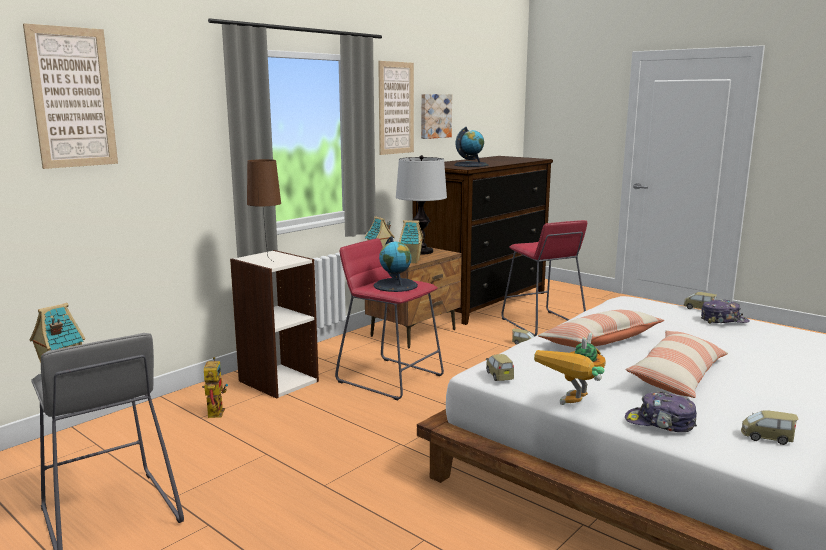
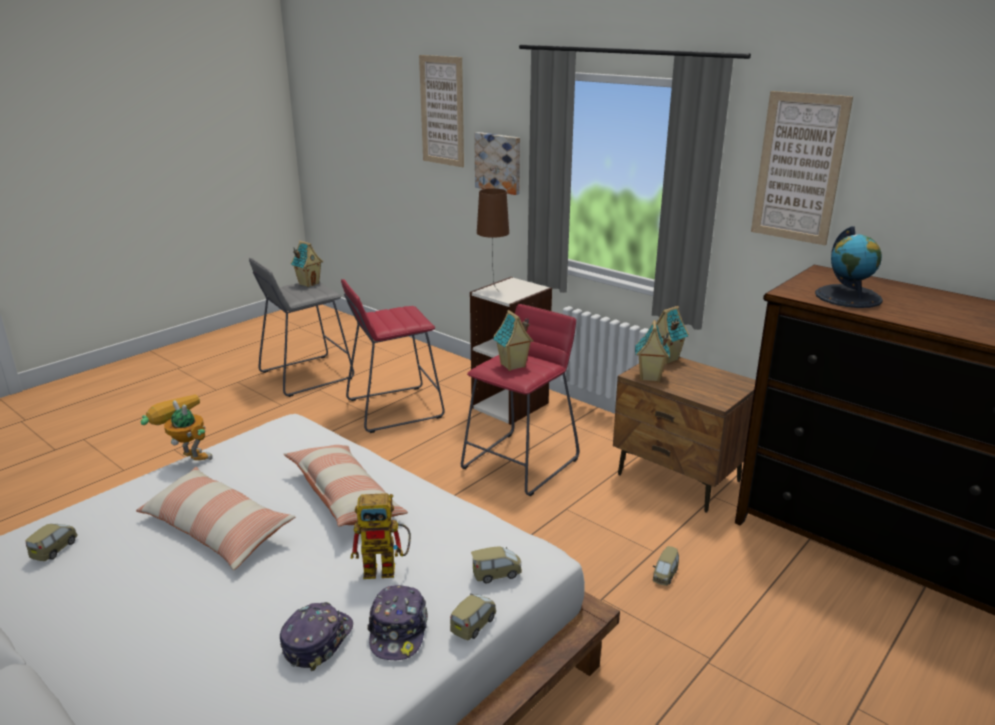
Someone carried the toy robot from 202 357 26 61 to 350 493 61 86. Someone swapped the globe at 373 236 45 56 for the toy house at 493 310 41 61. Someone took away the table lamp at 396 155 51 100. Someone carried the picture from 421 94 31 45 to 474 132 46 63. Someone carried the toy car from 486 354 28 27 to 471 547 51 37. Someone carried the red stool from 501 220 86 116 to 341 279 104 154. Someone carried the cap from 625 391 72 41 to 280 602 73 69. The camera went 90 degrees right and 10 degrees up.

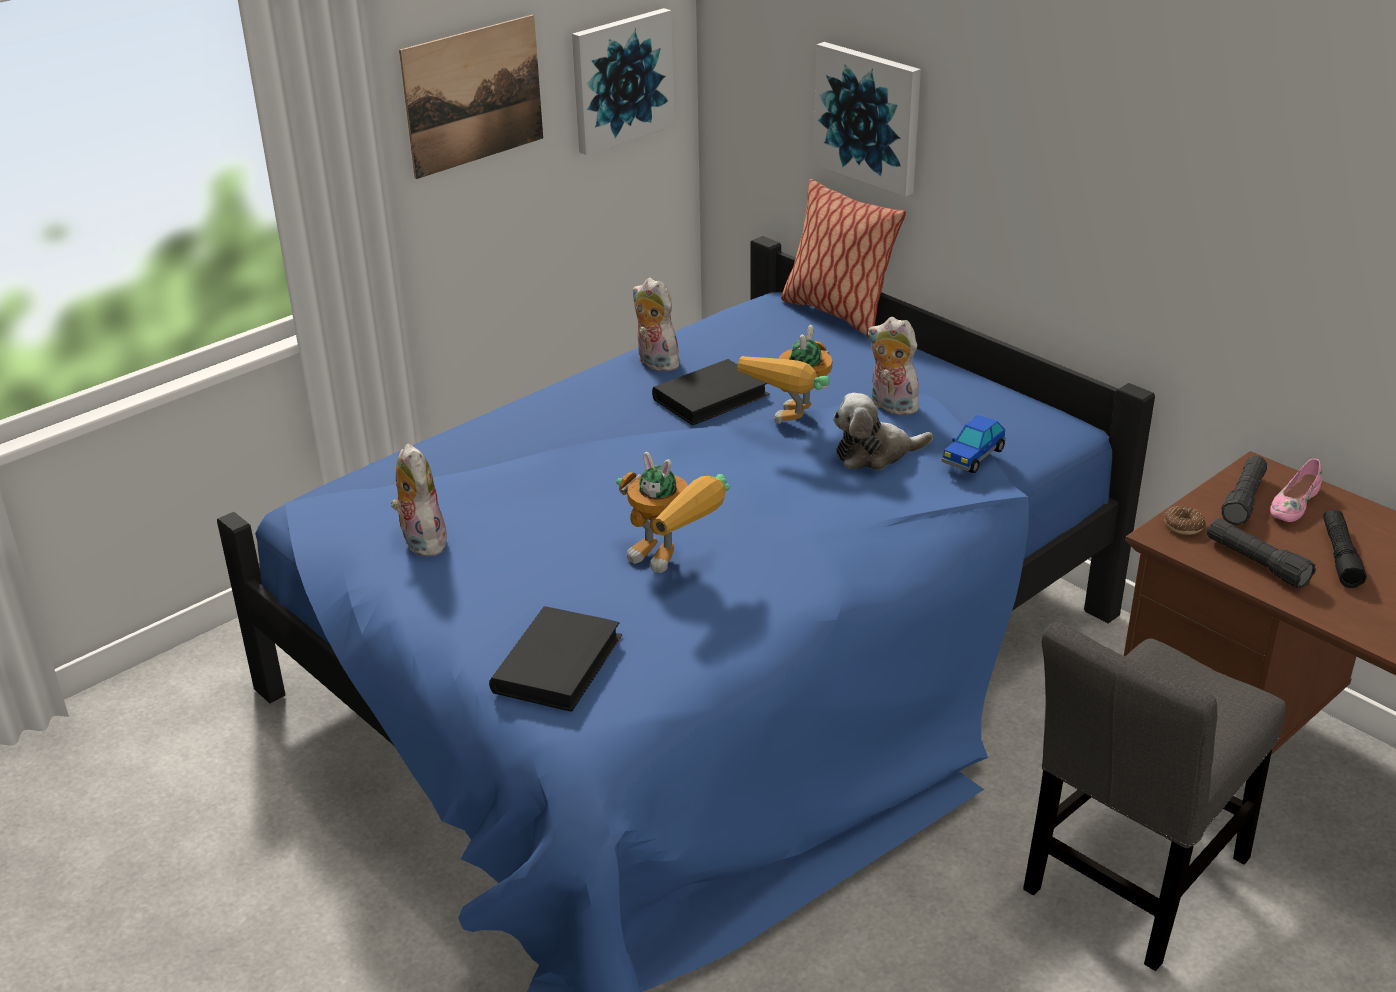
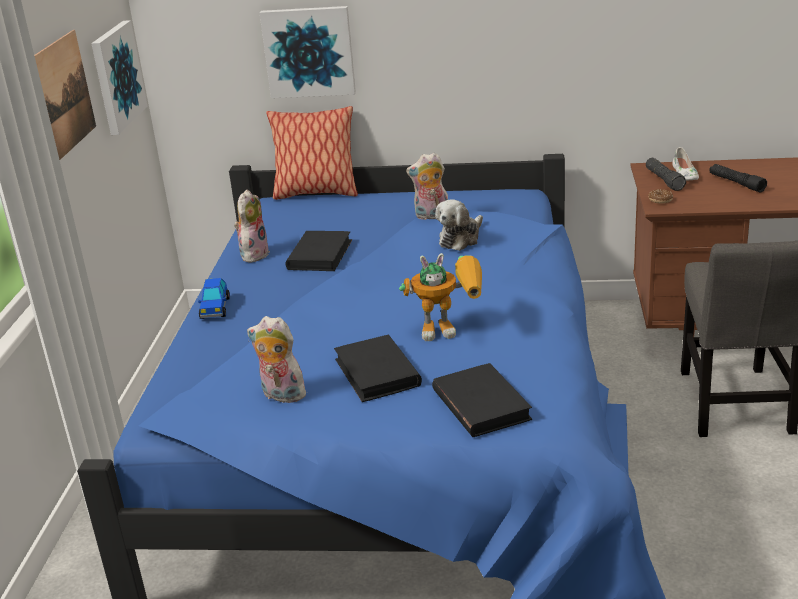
Someone rotated the plush toy at 633 278 46 94 by 105 degrees clockwise. Someone took away the toy robot at 737 325 95 99. Someone carried the toy car from 942 414 64 59 to 198 278 32 41. Someone took away the black flashlight at 1207 519 109 69. Someone repainted the pink shoe at 1270 459 52 63, which became the white shoe at 672 147 27 33. Someone put down the black book at 334 335 88 67. The camera went 40 degrees left and 5 degrees down.

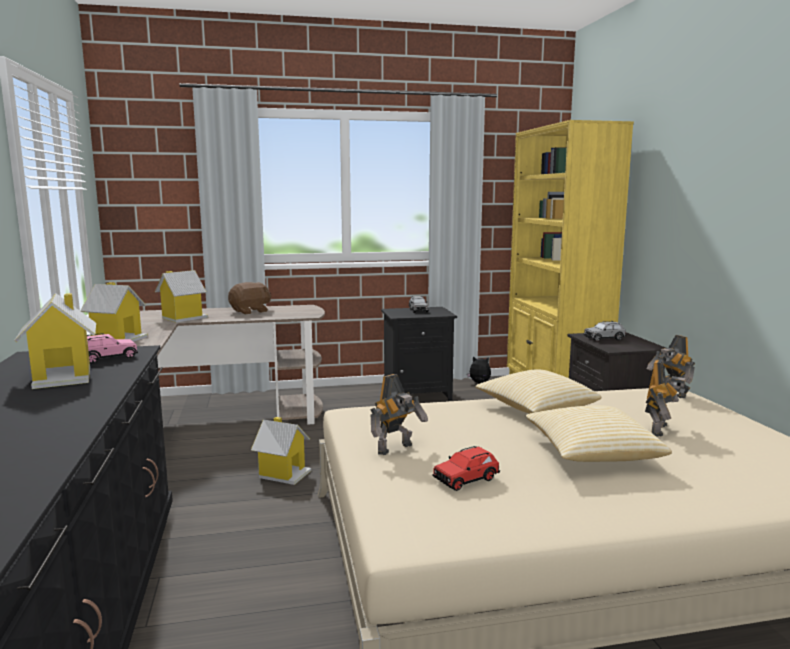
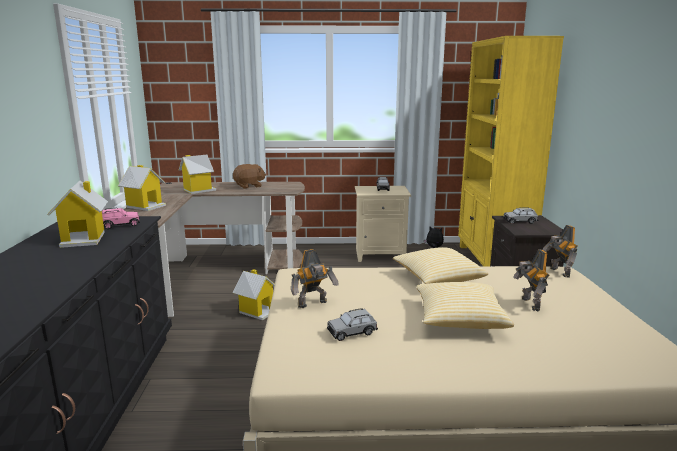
Someone repainted the black nightstand at 381 307 76 94, which became the beige nightstand at 355 186 56 76. Someone repainted the red toy car at 433 446 67 45, which became the grey toy car at 327 308 51 33. Someone rotated the toy robot at 645 360 45 76 by 135 degrees clockwise. The camera went 10 degrees right and 5 degrees up.

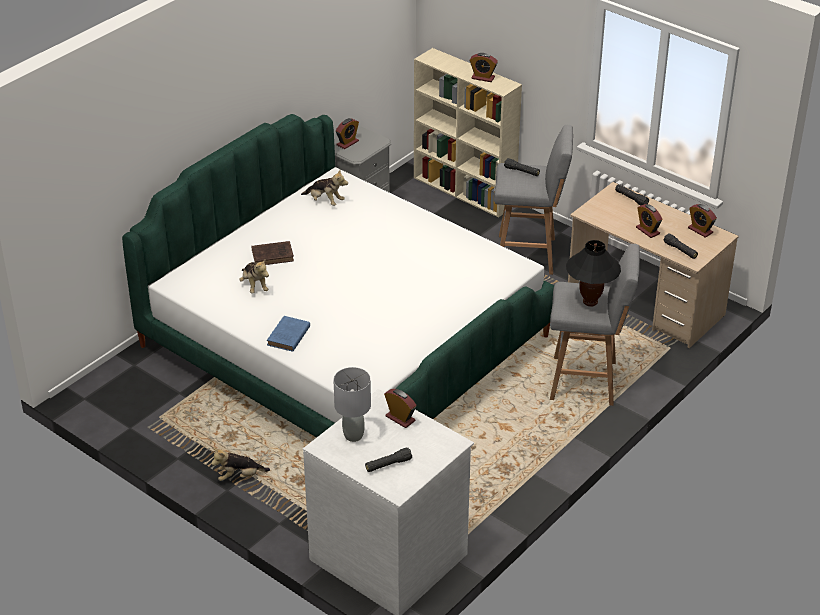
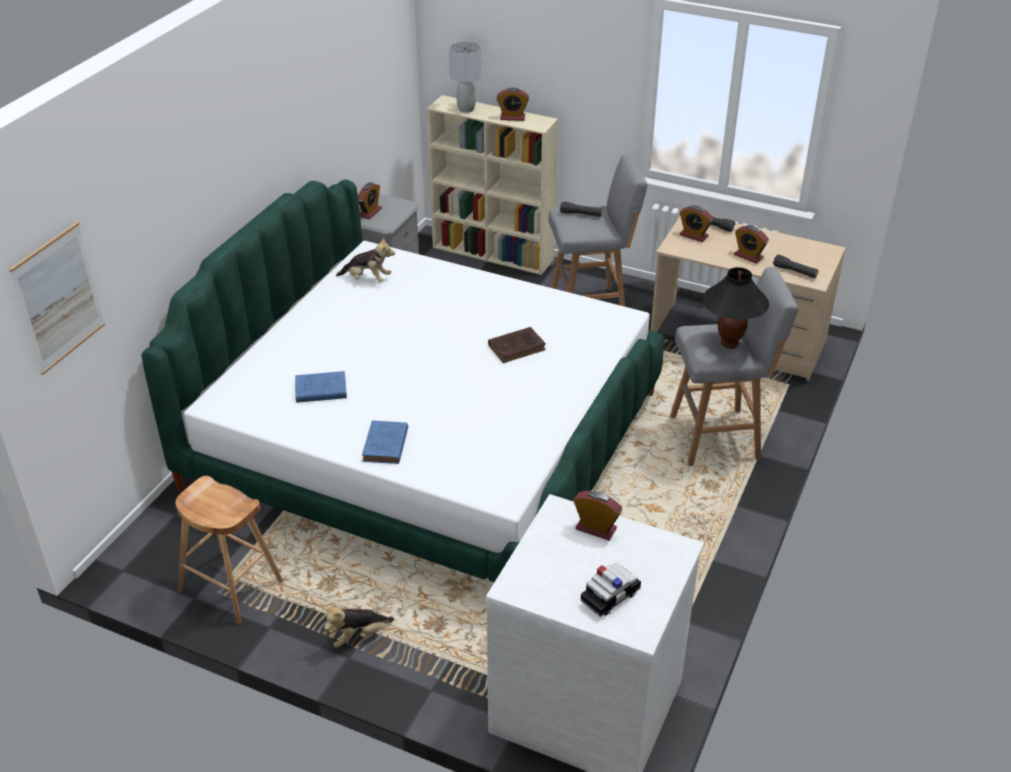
Someone swapped the plush toy at 239 258 30 36 for the blue book at 295 371 52 32. Someone carried the brown book from 252 241 42 24 to 488 327 58 36. Someone carried the grey table lamp from 333 367 38 75 to 449 41 32 72. Someone swapped the black flashlight at 365 448 47 24 for the toy car at 581 562 60 55. Someone carried the alarm clock from 688 204 29 34 to 680 205 33 37. Someone put up the picture at 9 222 96 153. Someone put down the brown stool at 175 476 108 148. The camera went 15 degrees left and 0 degrees up.

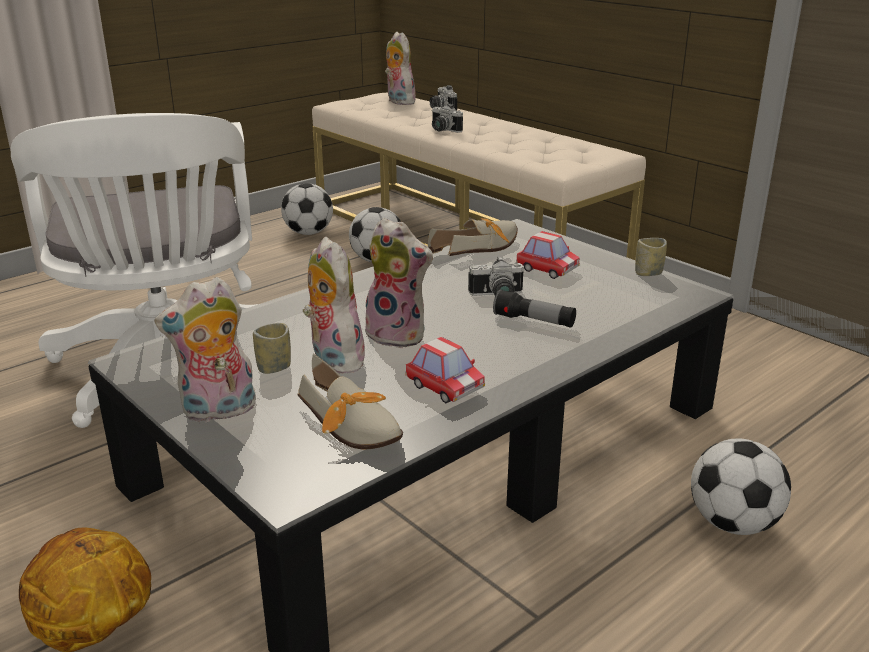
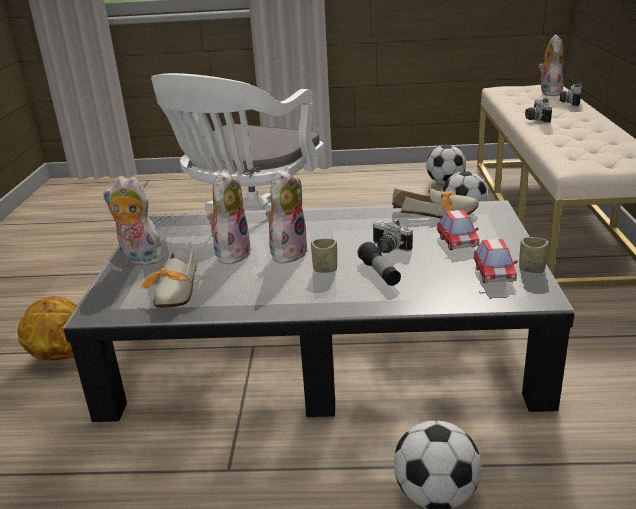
Someone carried the cup from 253 323 38 51 to 311 239 26 34. Someone rotated the plush toy at 365 218 68 130 by 135 degrees counterclockwise. Someone carried the toy car from 405 337 80 66 to 474 239 44 44. The camera went 45 degrees right and 0 degrees up.

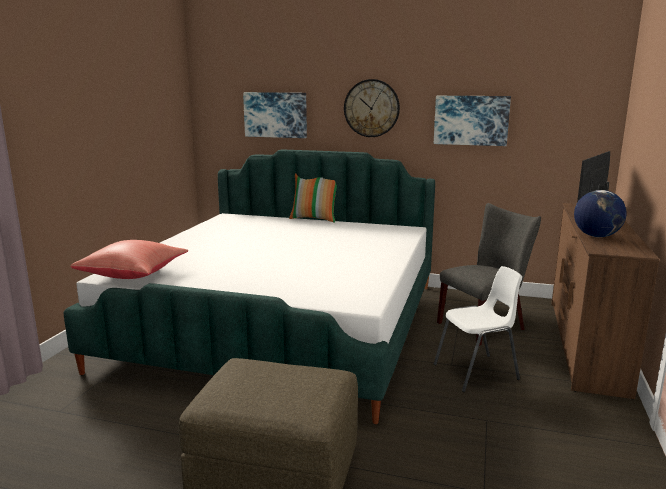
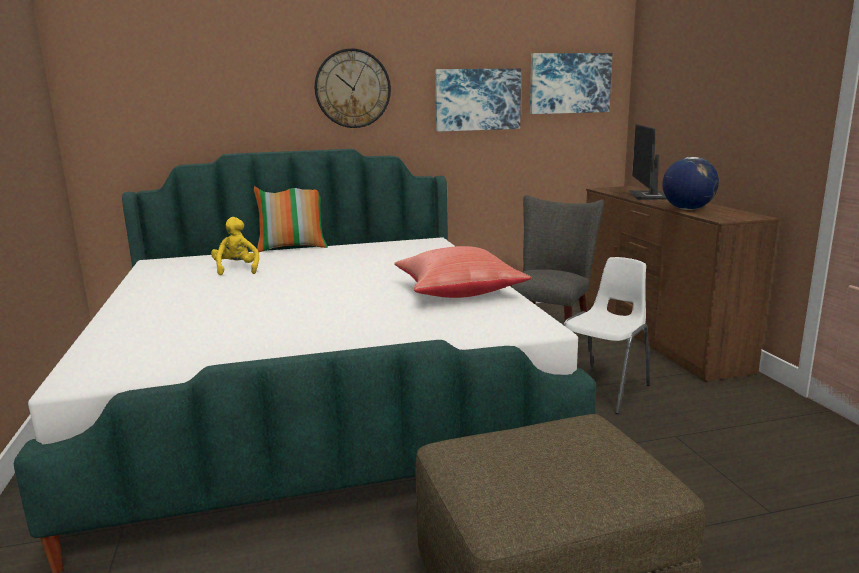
Someone carried the red pillow from 70 240 118 39 to 394 246 137 52. Someone carried the picture from 243 92 64 46 to 530 53 83 61. Someone put down the yellow plush toy at 211 217 48 58. The camera went 30 degrees left and 0 degrees up.

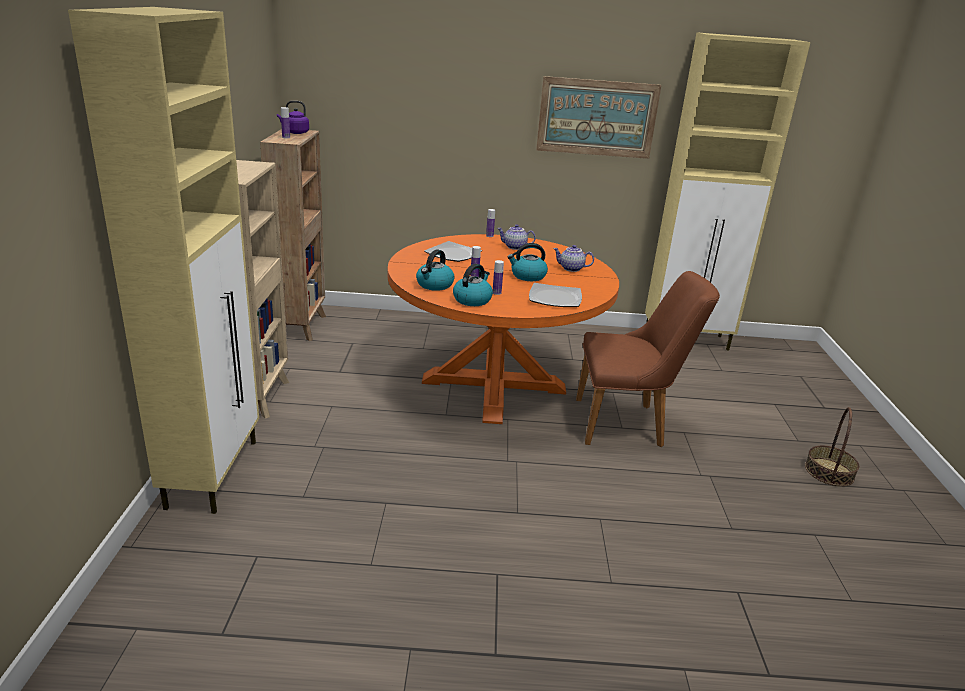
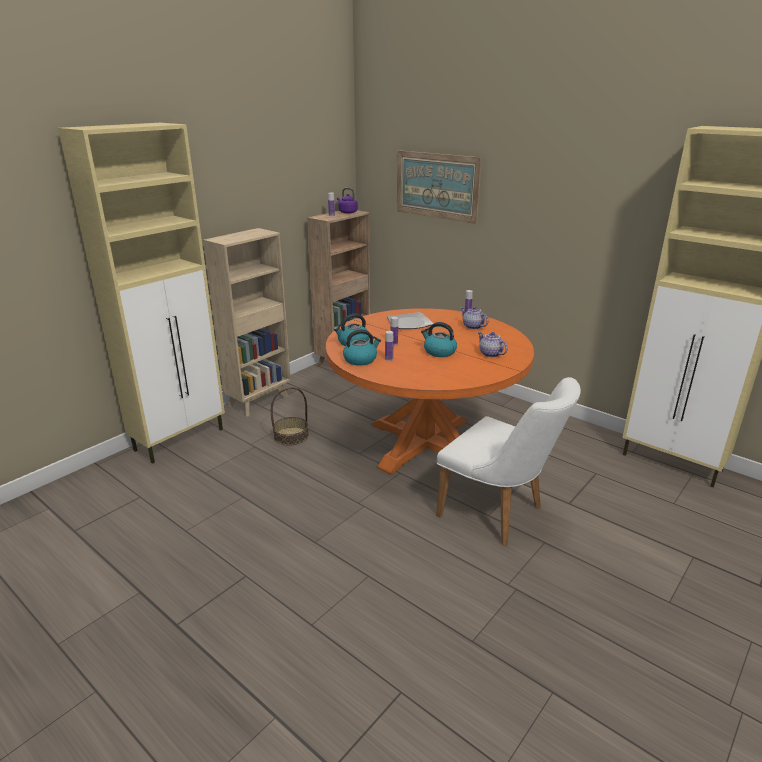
Someone took away the plate at 529 283 53 24. Someone carried the picture from 536 76 126 83 to 397 150 85 74. Someone repainted the brown chair at 576 271 144 176, which became the white chair at 436 377 145 168. Someone carried the basket from 805 407 54 79 to 271 387 38 59. The camera went 40 degrees right and 0 degrees up.

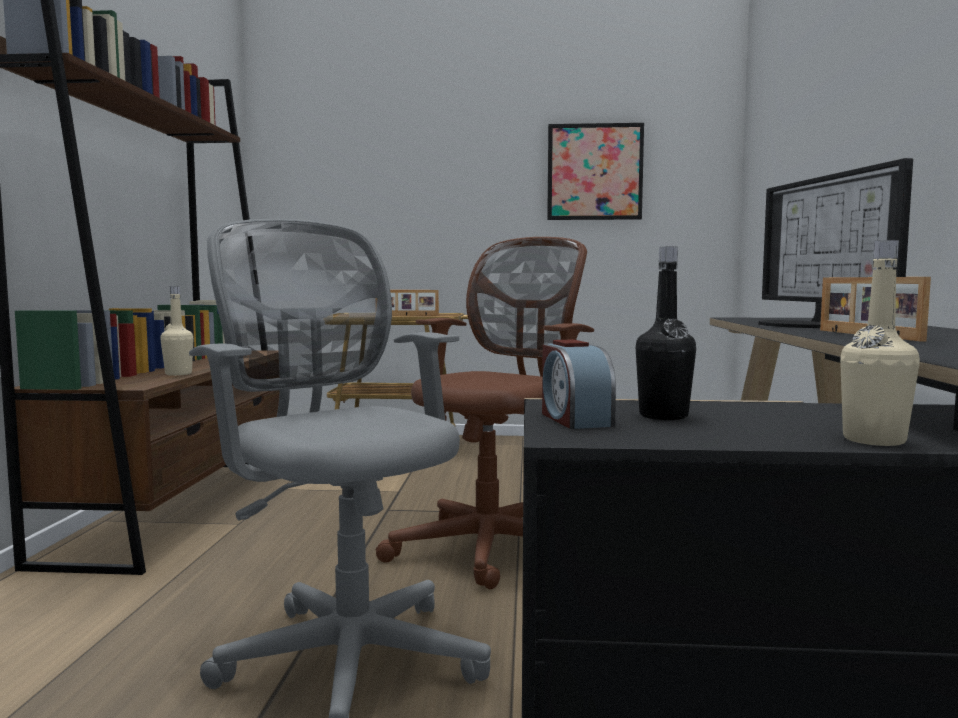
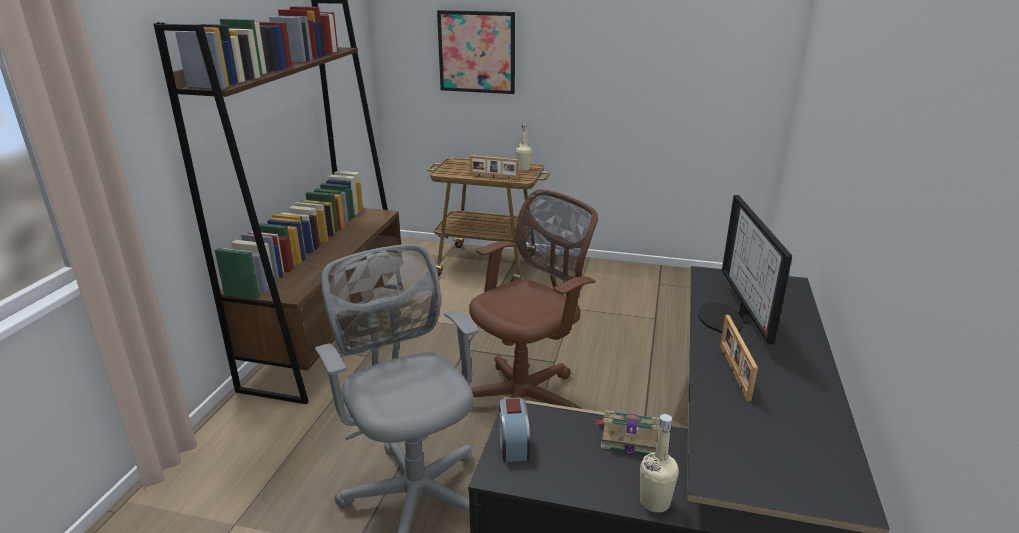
Someone carried the beige bottle from 160 286 33 90 to 516 124 16 47. Someone carried the picture from 547 123 97 97 to 437 10 78 84. Someone took away the black bottle at 636 247 60 173. Someone put down the book at 594 410 66 44. The camera went 10 degrees right and 20 degrees up.

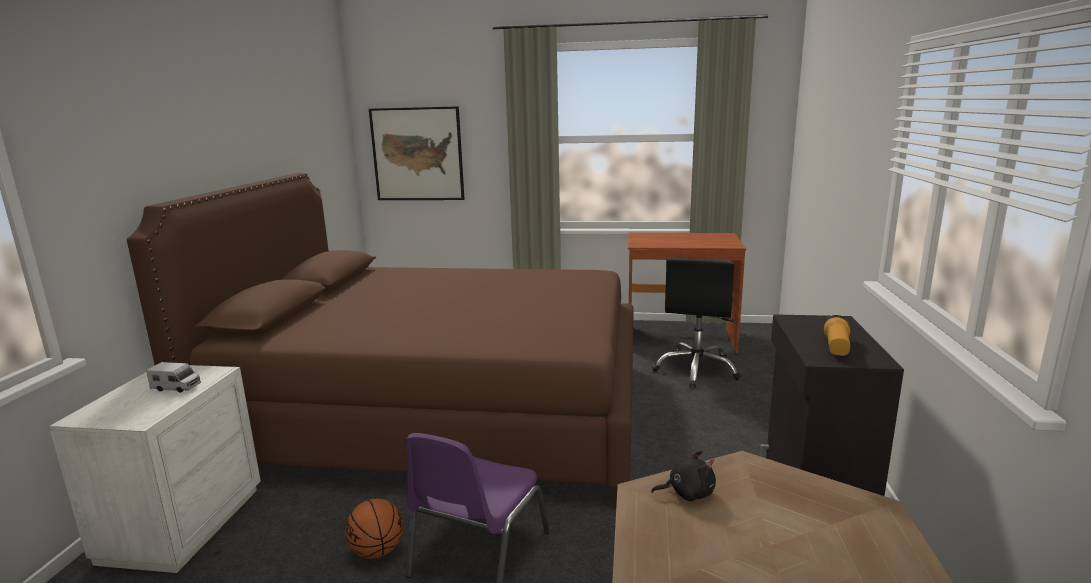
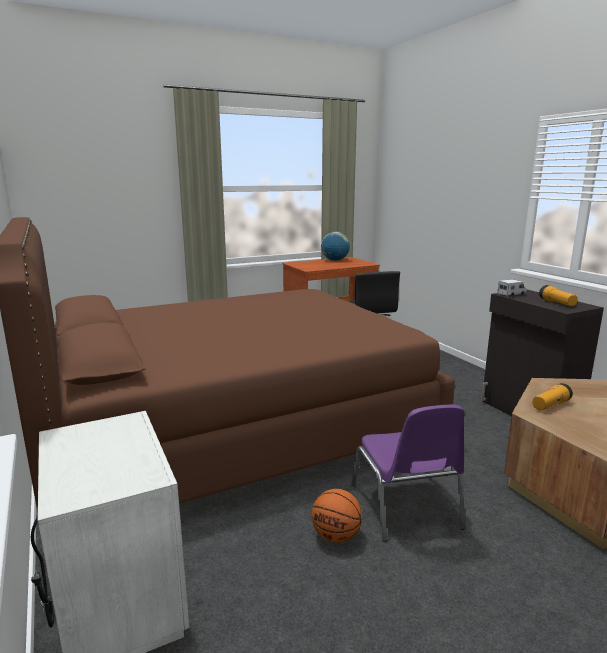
Someone carried the toy truck from 146 362 55 31 to 497 279 29 17. Someone took away the picture at 369 106 95 94. Someone swapped the black plush toy at 651 450 65 51 for the flashlight at 533 383 40 27. Someone put down the globe at 321 232 29 29. The camera went 35 degrees left and 0 degrees up.

